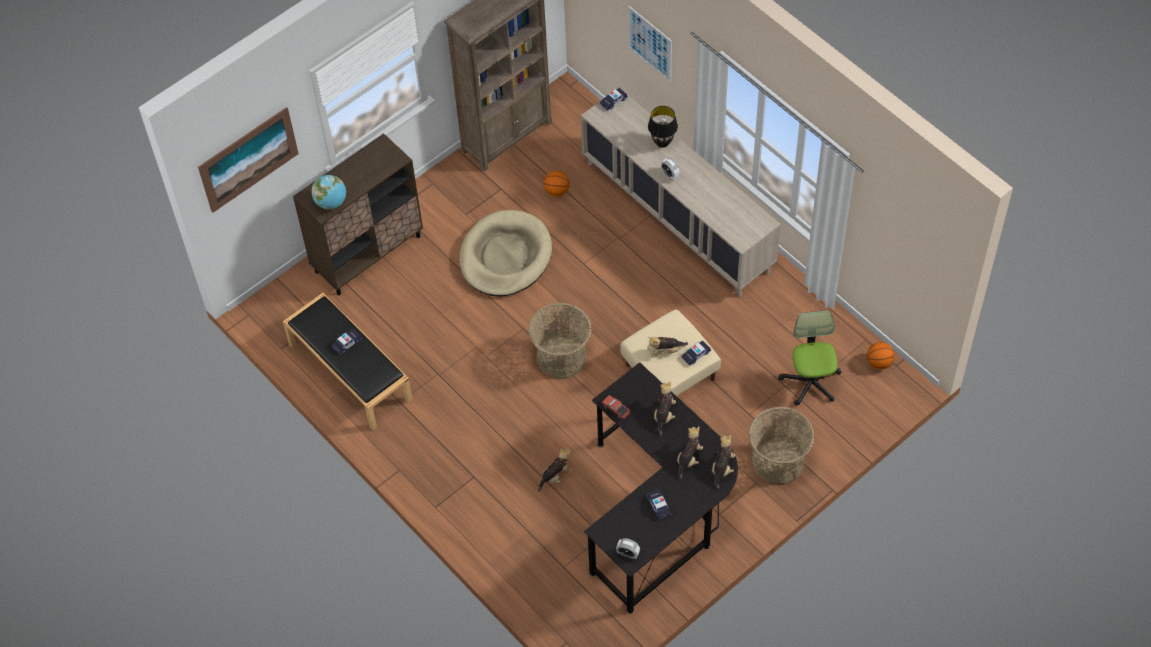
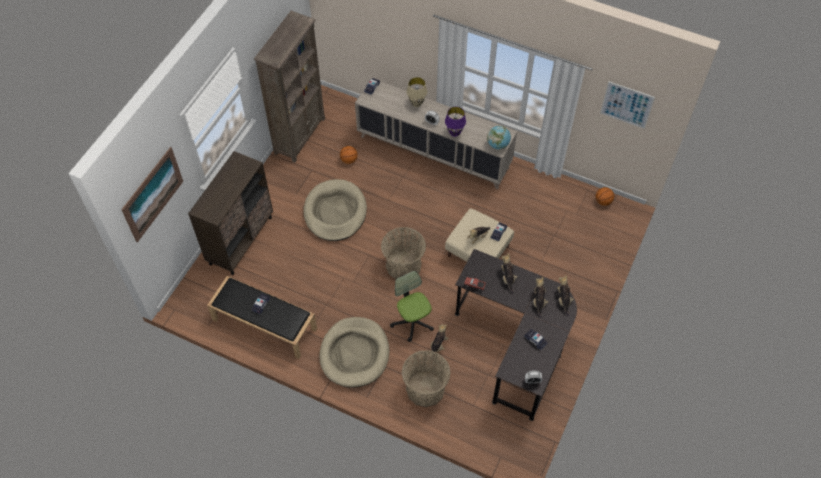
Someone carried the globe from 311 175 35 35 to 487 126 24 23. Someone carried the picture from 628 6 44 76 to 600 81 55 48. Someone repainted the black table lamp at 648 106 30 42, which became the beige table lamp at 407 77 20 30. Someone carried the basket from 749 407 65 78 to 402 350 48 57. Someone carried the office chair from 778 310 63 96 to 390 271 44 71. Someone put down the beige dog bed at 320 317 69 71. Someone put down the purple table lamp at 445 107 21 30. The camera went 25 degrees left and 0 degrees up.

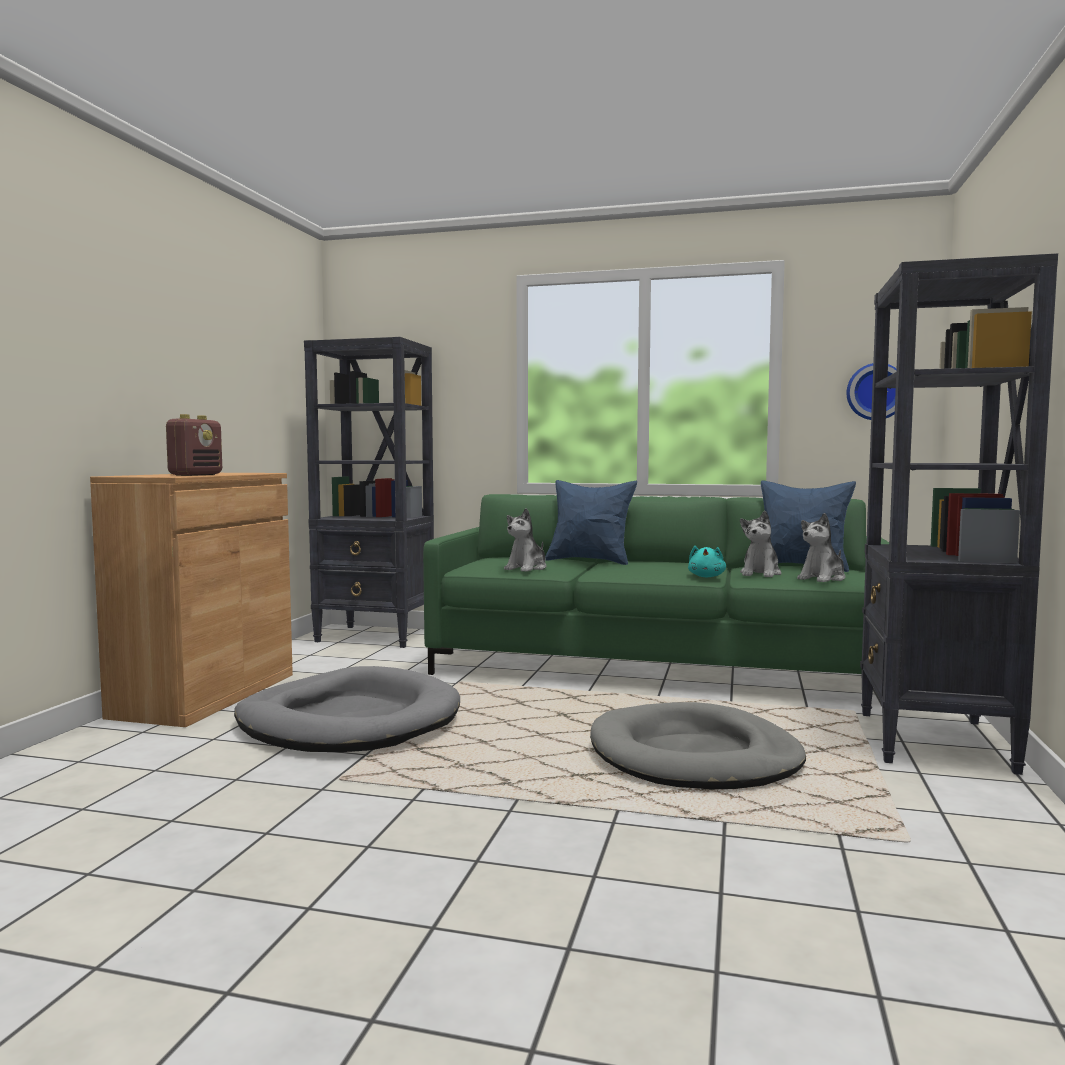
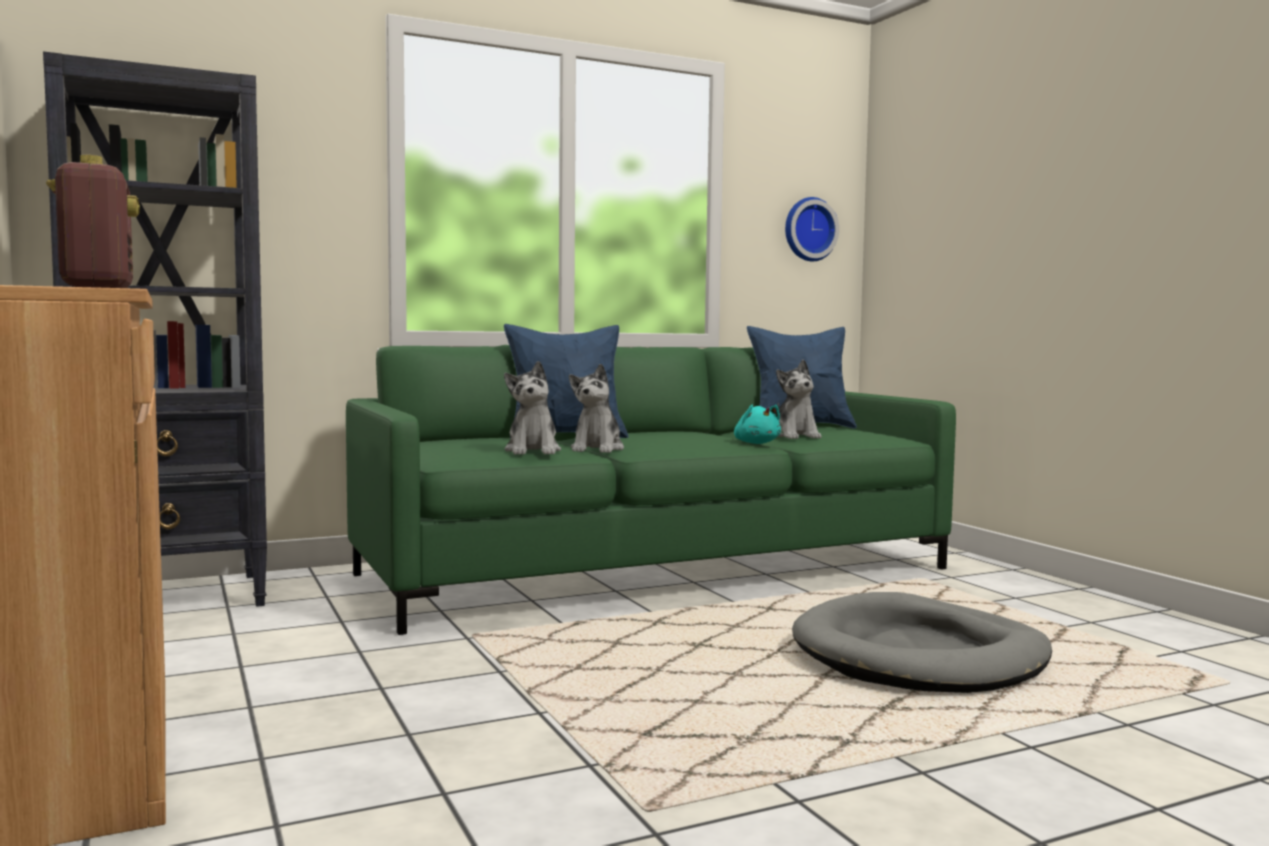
Someone took away the grey dog bed at 234 666 226 86. Someone carried the plush toy from 797 513 49 69 to 569 364 55 89. Someone took away the black bookcase at 860 253 198 522. The camera went 40 degrees left and 0 degrees up.

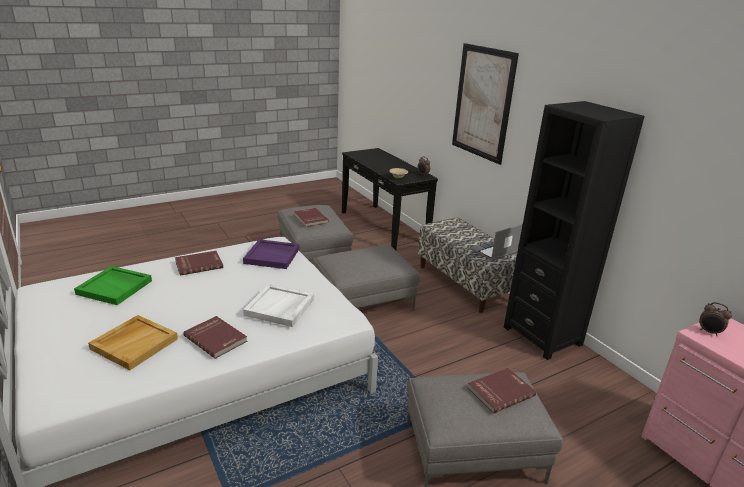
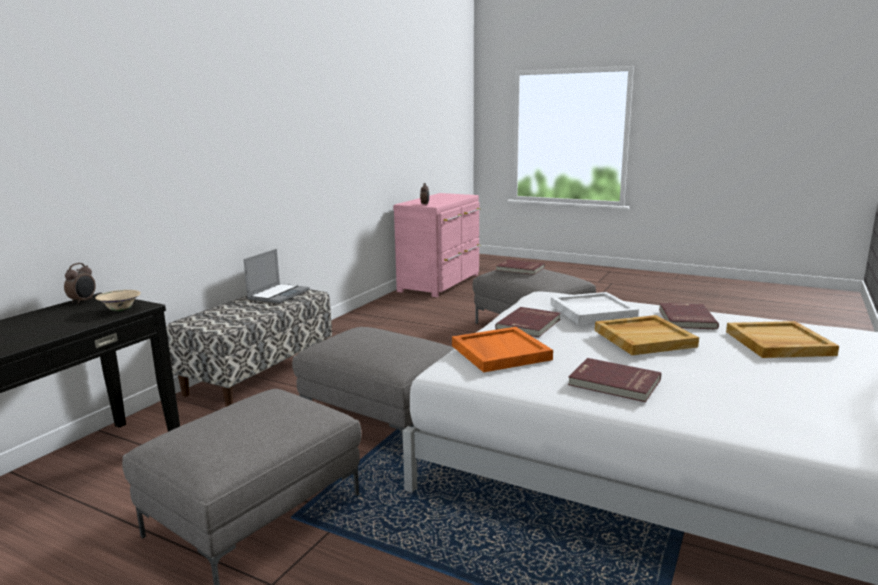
Someone took away the green tray at 74 266 78 39. Someone repainted the purple tray at 243 239 56 30, which became the orange tray at 452 327 101 46. Someone carried the red book from 294 208 35 19 to 495 307 66 30. Someone took away the picture at 452 43 67 122. Someone rotated the laptop at 470 224 53 37 by 90 degrees counterclockwise. Someone took away the black bookcase at 504 101 141 259. Someone put down the beige tray at 595 315 104 40. The camera went 120 degrees left and 10 degrees down.

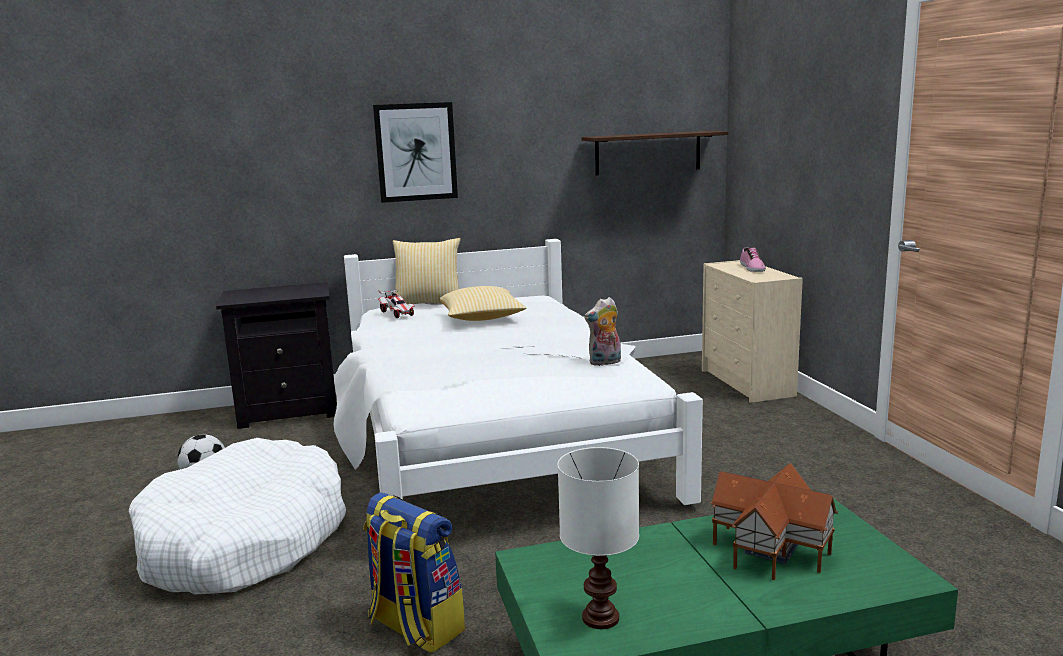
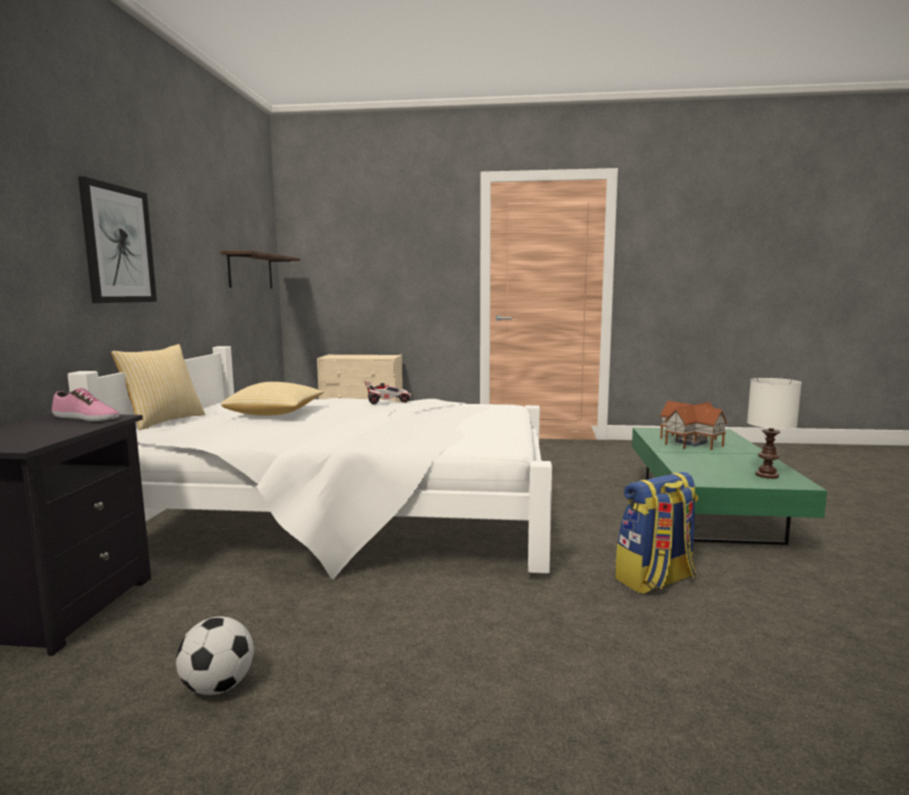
Someone took away the white dog bed at 129 438 217 156. Someone carried the toy car from 378 288 37 30 to 364 381 48 23. Someone took away the plush toy at 584 297 37 69. Someone carried the shoe from 740 247 26 25 to 52 388 67 33. The camera went 70 degrees left and 5 degrees down.

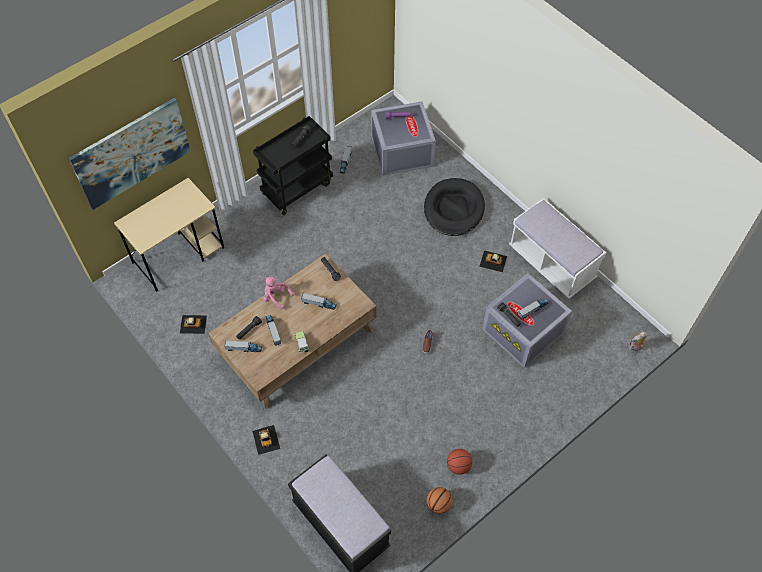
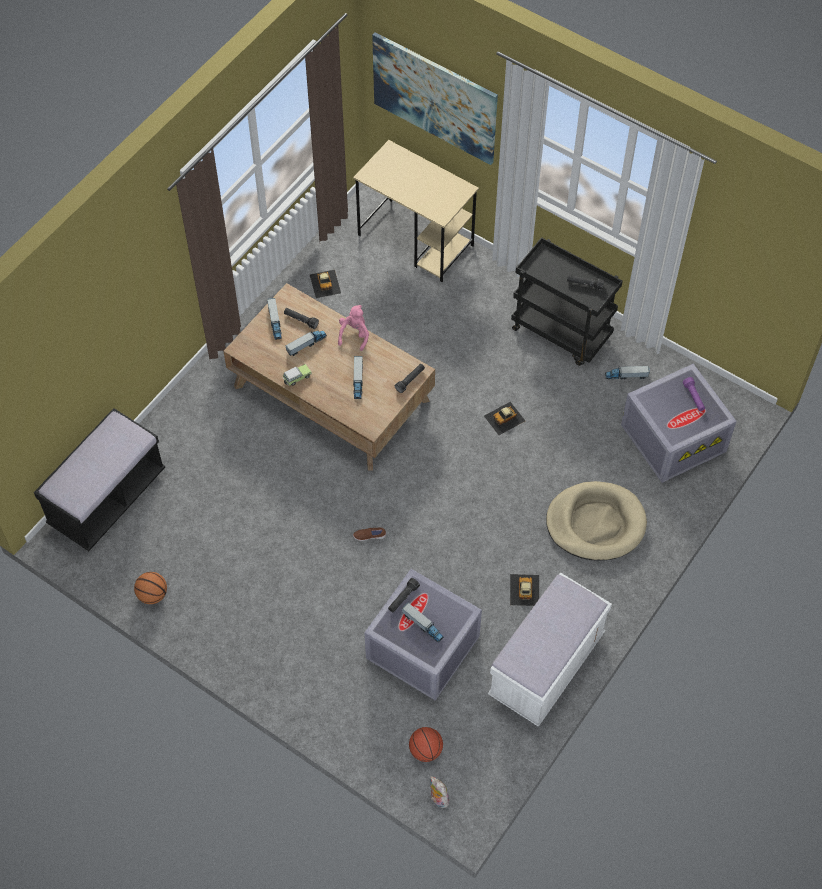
Someone carried the toy car from 253 425 27 30 to 484 402 41 33. Someone repainted the black dog bed at 424 178 61 58, which became the beige dog bed at 546 481 101 80. Someone carried the basketball from 447 449 25 26 to 409 727 34 35. The camera went 75 degrees right and 0 degrees up.

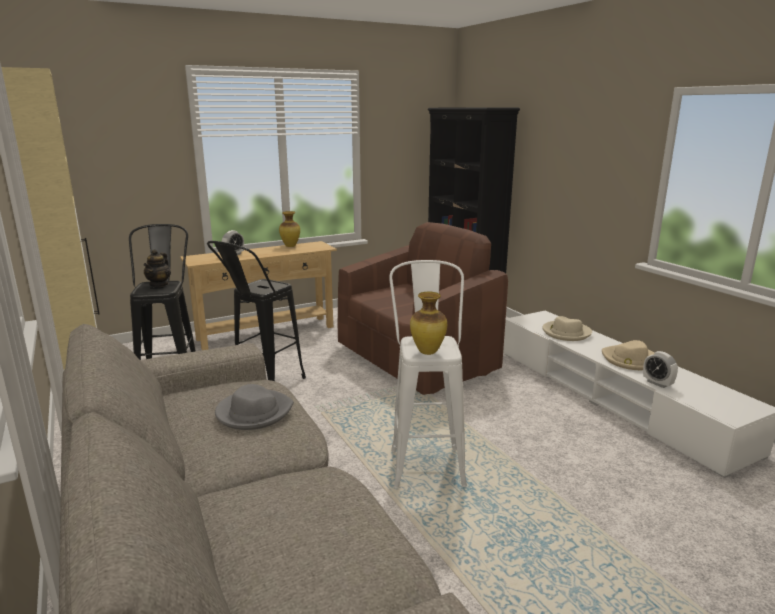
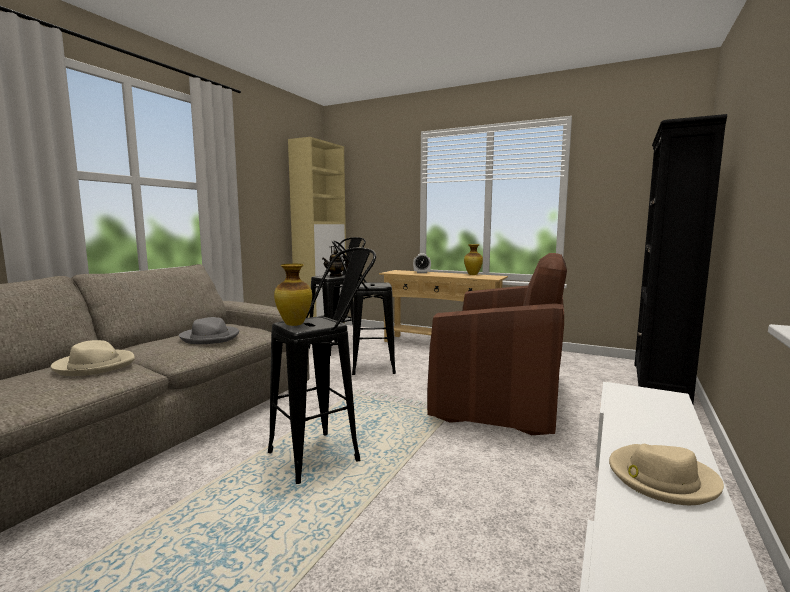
Someone repainted the white stool at 389 260 78 228, which became the black stool at 268 248 108 236. Someone carried the beige hat from 542 316 50 25 to 51 340 84 36. Someone took away the alarm clock at 643 351 35 37. The camera went 55 degrees right and 10 degrees down.

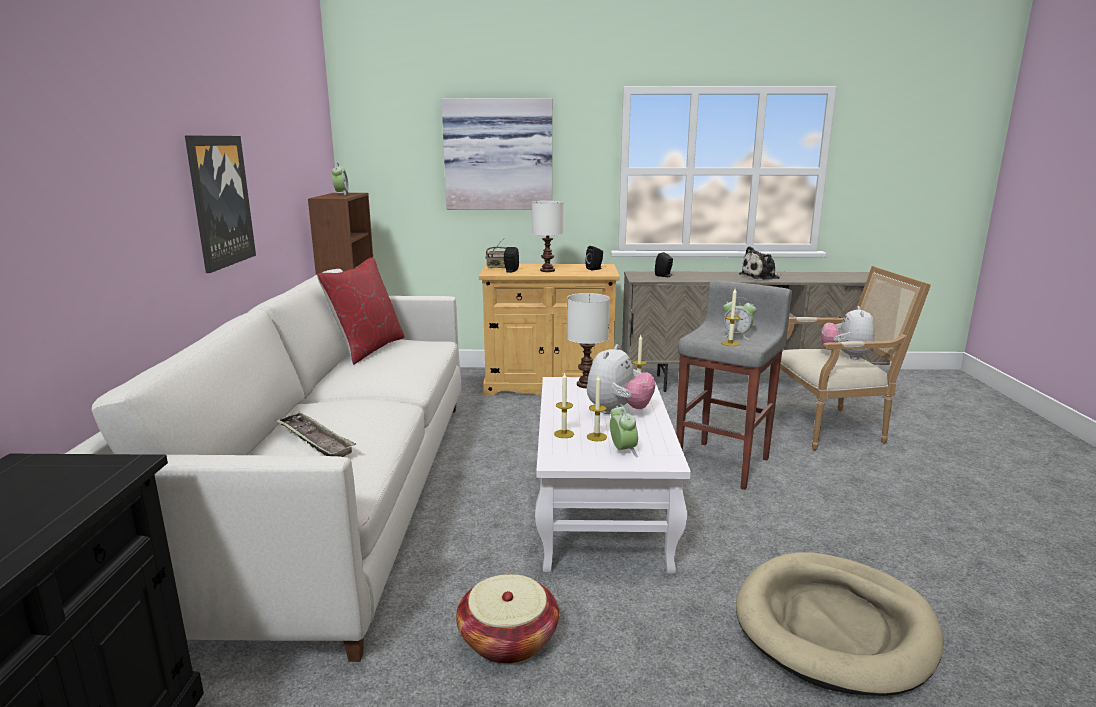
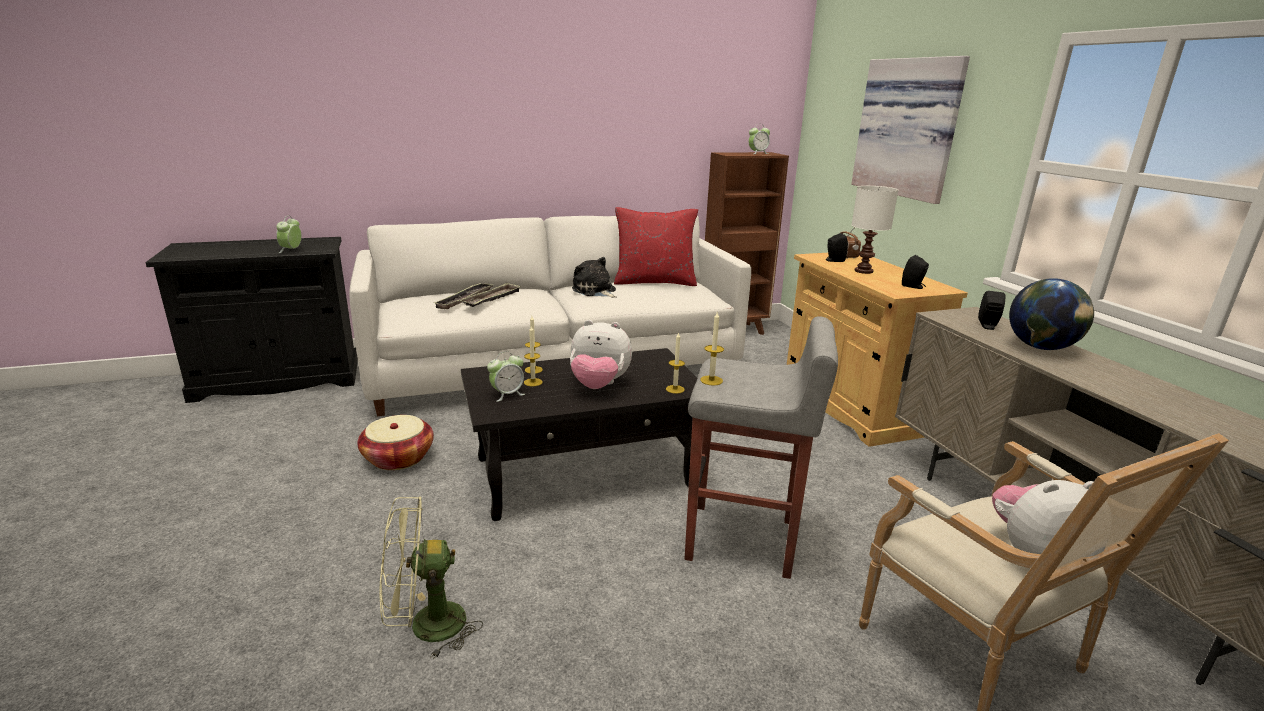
Someone took away the picture at 185 136 71 137. Someone repainted the white coffee table at 535 377 156 197, which became the black coffee table at 461 348 236 173. Someone took away the white table lamp at 567 293 43 95. Someone carried the alarm clock from 722 297 34 43 to 276 215 26 38. Someone swapped the beige dog bed at 736 552 207 144 for the green fan at 379 496 104 164. Someone carried the plush toy from 739 246 43 34 to 572 257 45 41. Someone put down the tray at 460 282 61 25. Someone put down the globe at 1009 278 85 72. The camera went 70 degrees right and 5 degrees up.

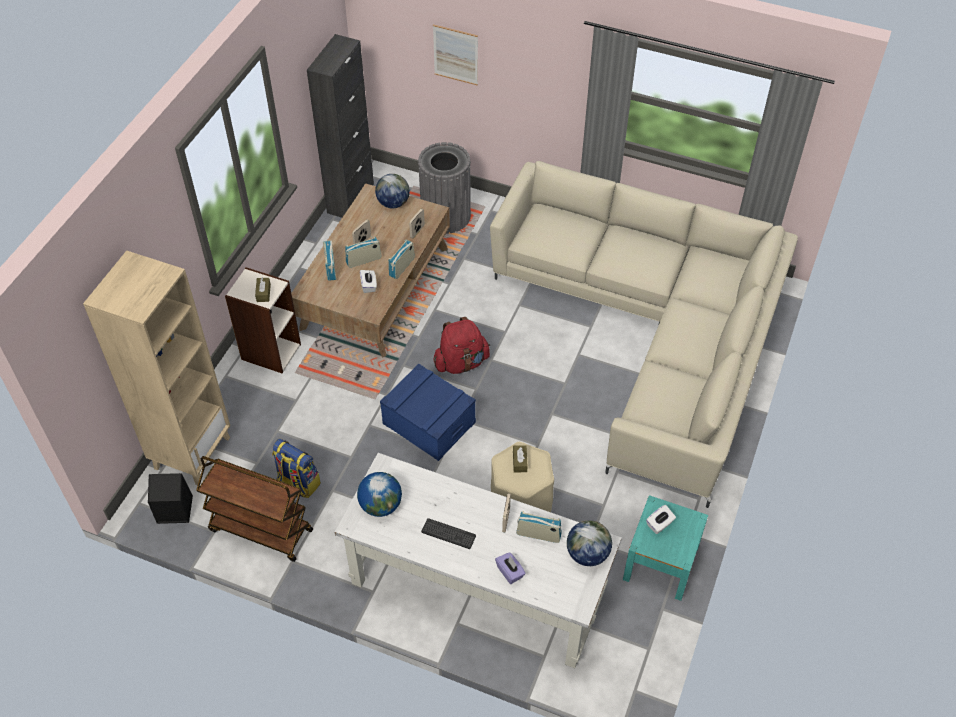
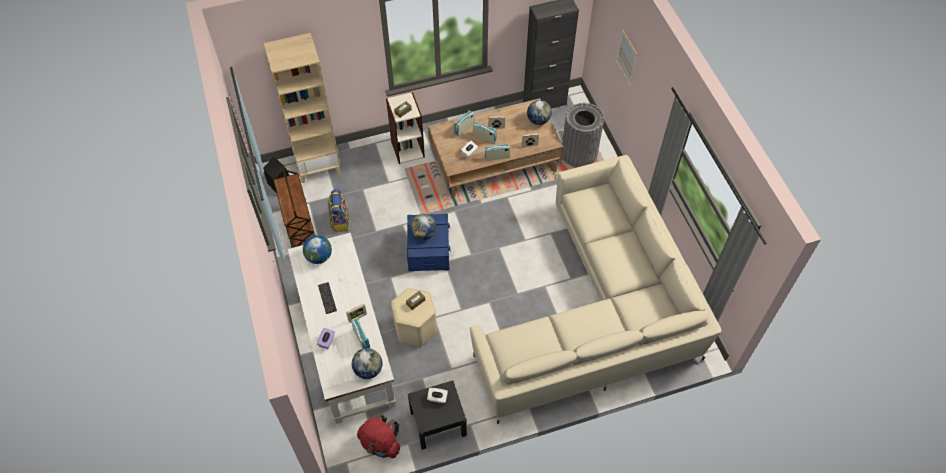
Someone carried the red backpack from 433 317 57 57 to 357 414 43 44. Someone repainted the turquoise nightstand at 623 495 85 106, which became the black nightstand at 408 381 59 69. Someone put down the globe at 410 214 27 26. The camera went 50 degrees right and 5 degrees up.

